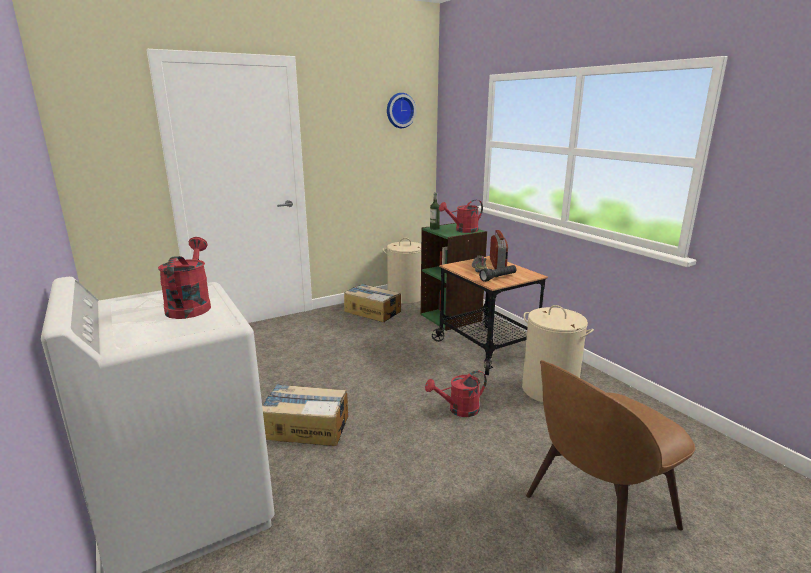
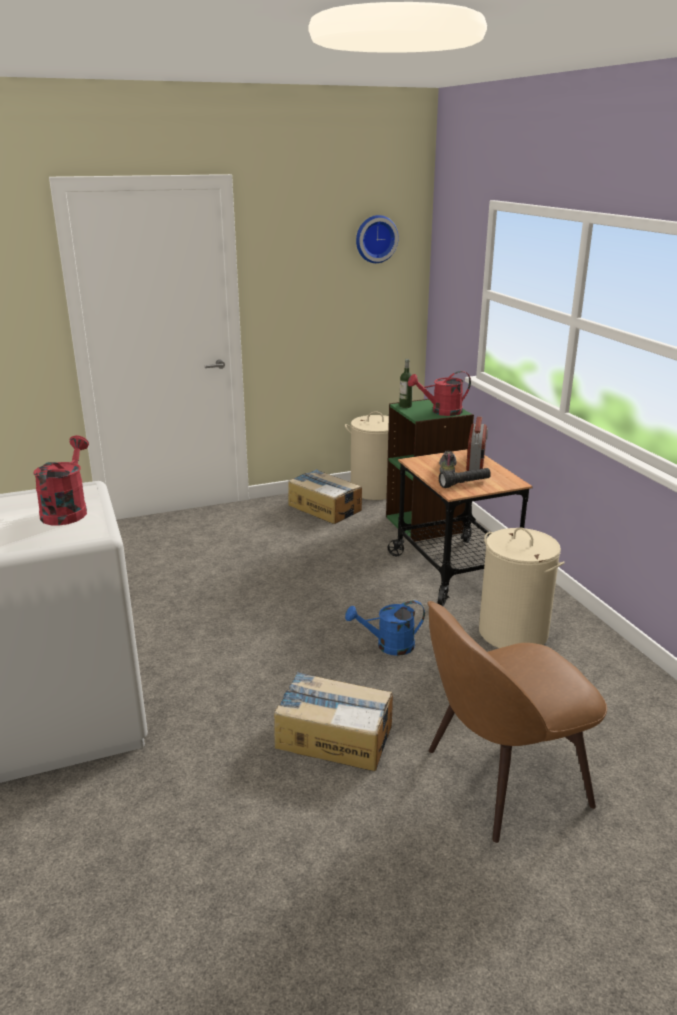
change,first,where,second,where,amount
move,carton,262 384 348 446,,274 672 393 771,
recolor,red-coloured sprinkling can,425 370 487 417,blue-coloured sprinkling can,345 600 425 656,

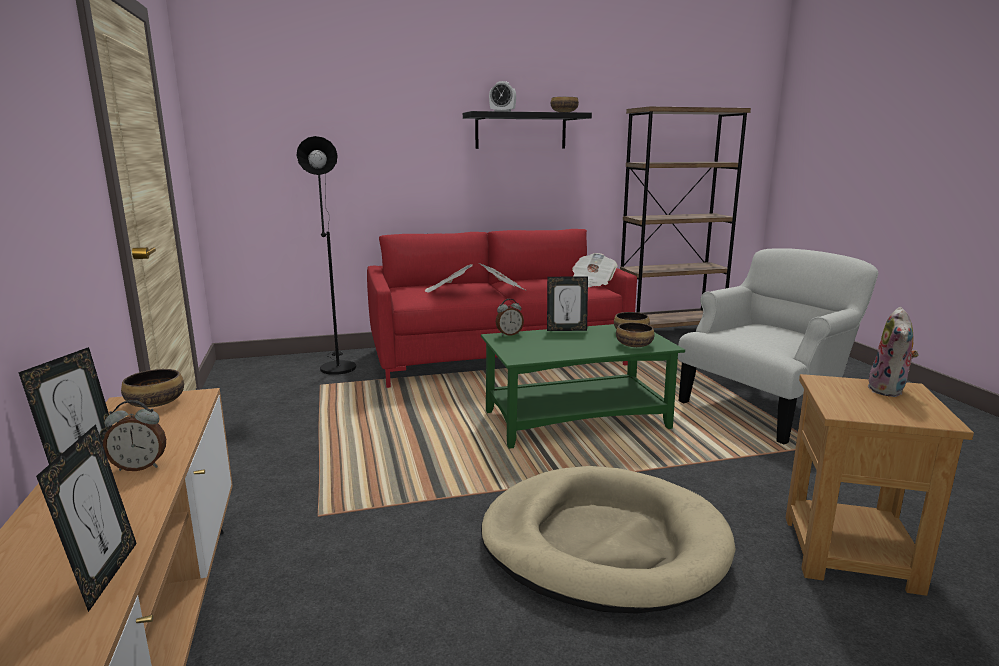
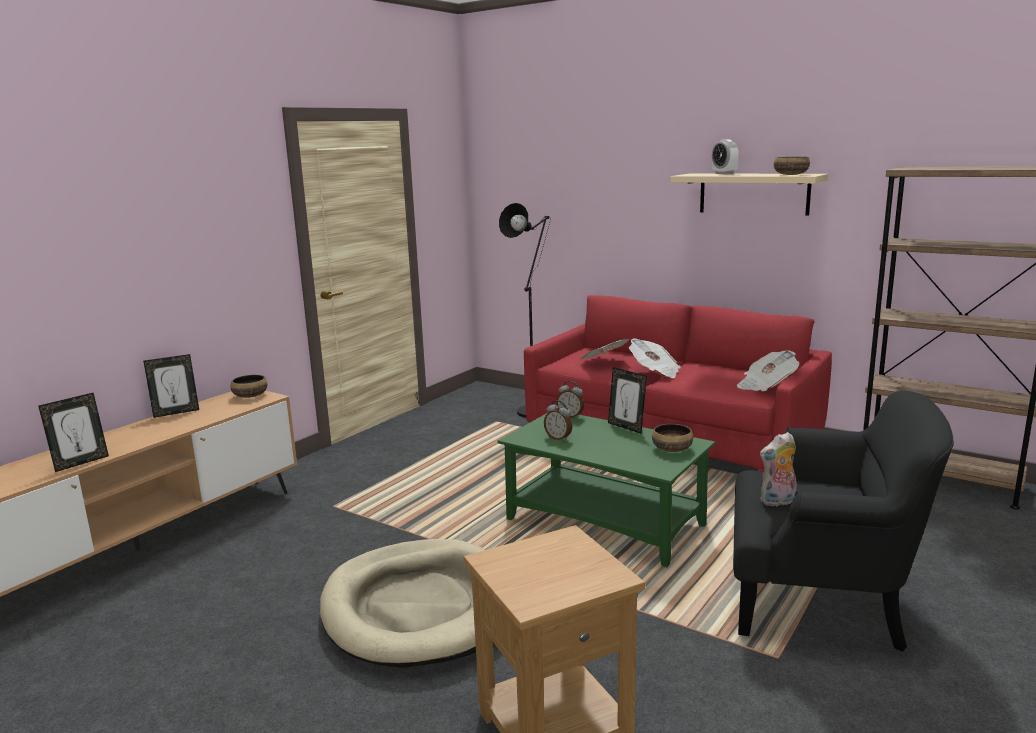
change,first,where,second,where,amount
move,alarm clock,103 400 166 471,,544 400 572 441,
recolor,blackish bracket shelf,463 111 592 149,beige-coloured bracket shelf,671 174 828 216,
recolor,white-coloured lounge chair,678 248 878 444,blackish lounge chair,733 390 954 652,
move,soft toy,868 307 919 397,,760 432 797 507,
delete,bowl,616 322 655 347,,,

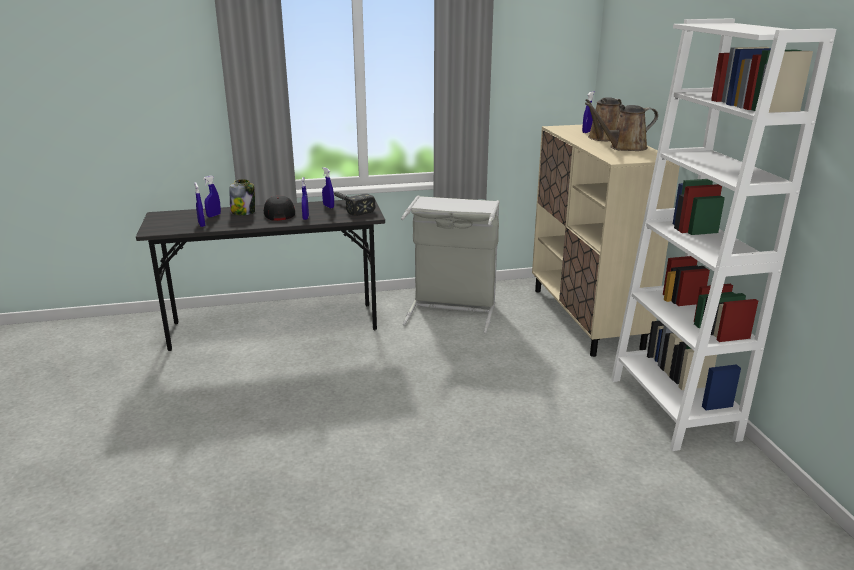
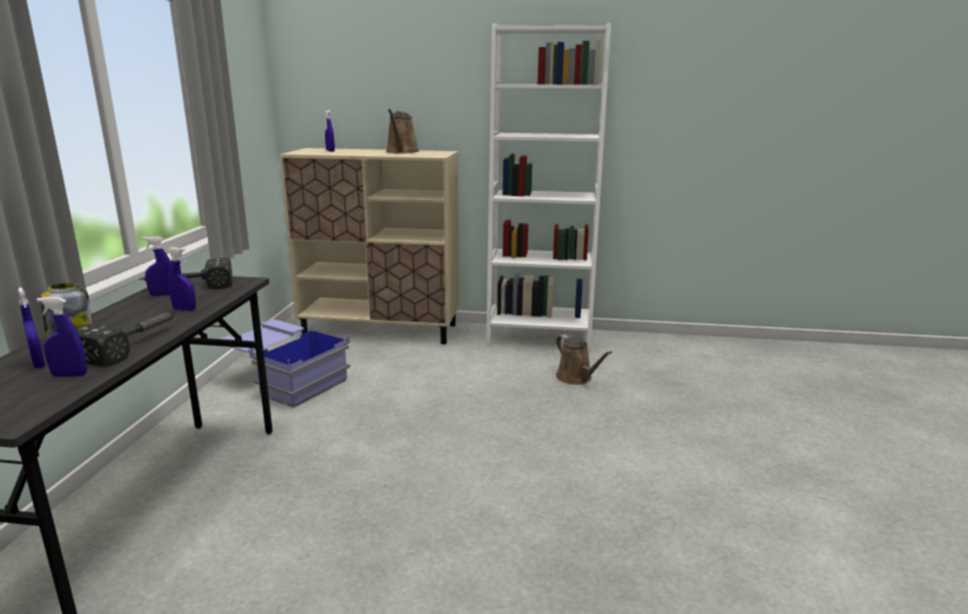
change,first,where,second,where,amount
insert,,,tool hammer,76 312 176 367,
replace,grey washing basket,401 195 500 333,blue-coloured storage box,220 319 350 408,
move,brown sprinkling can,585 97 622 141,,556 335 613 385,
delete,peaked cap,264 196 295 221,,,

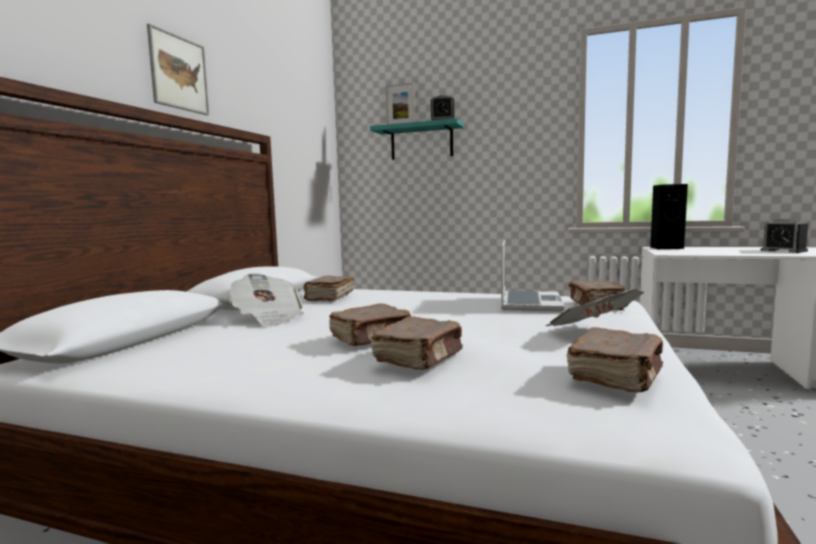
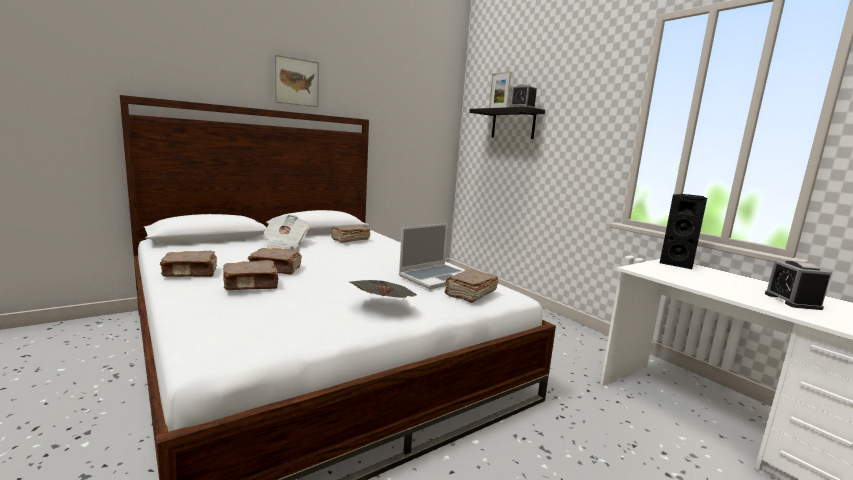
change,first,where,second,where,amount
move,brown book,567 327 663 392,,160 251 217 277,
recolor,blue-green bracket shelf,370 118 464 160,blackish bracket shelf,469 107 545 139,

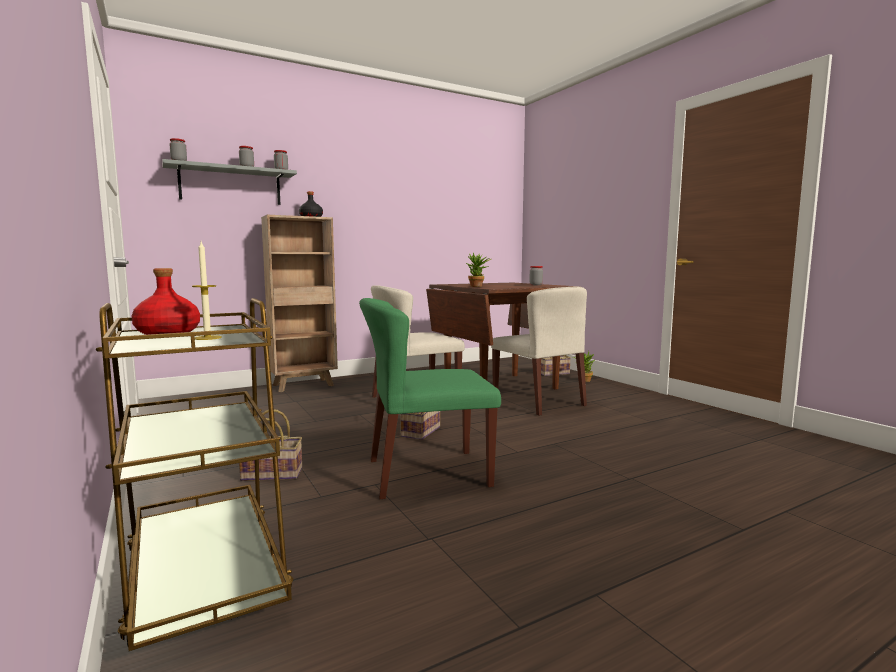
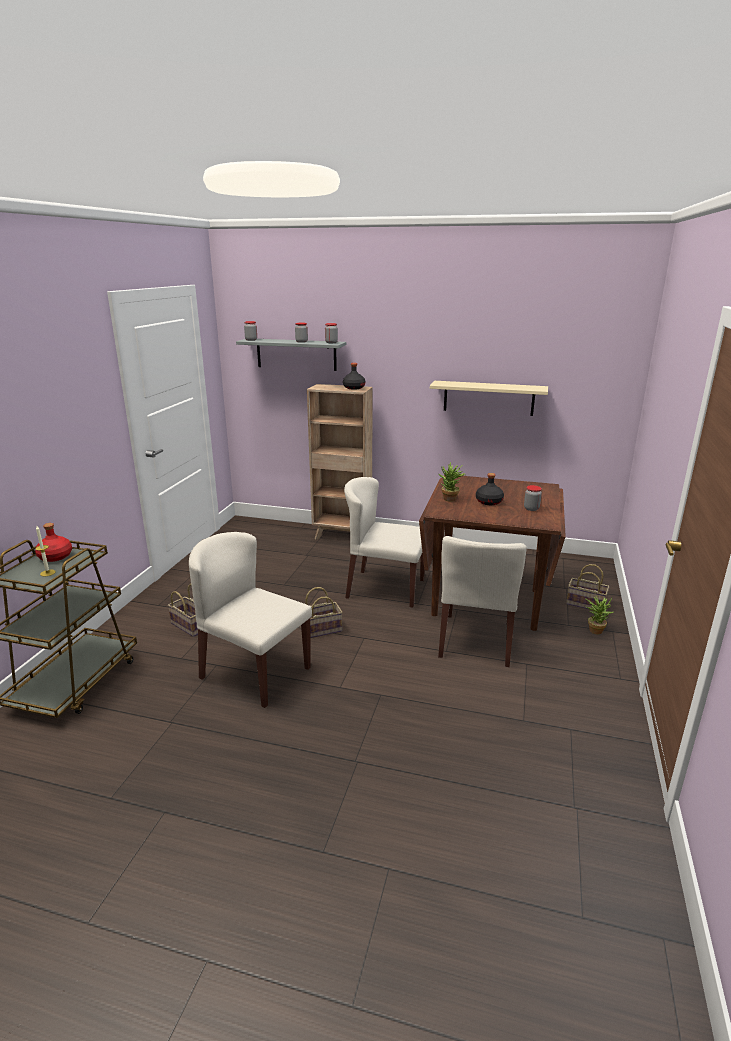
change,first,where,second,where,amount
recolor,greenish plain chair,359 298 501 499,beige-coloured plain chair,189 532 312 708,
insert,,,beige-coloured bracket shelf,430 381 548 416,
insert,,,blackish drink bottle,476 473 504 505,

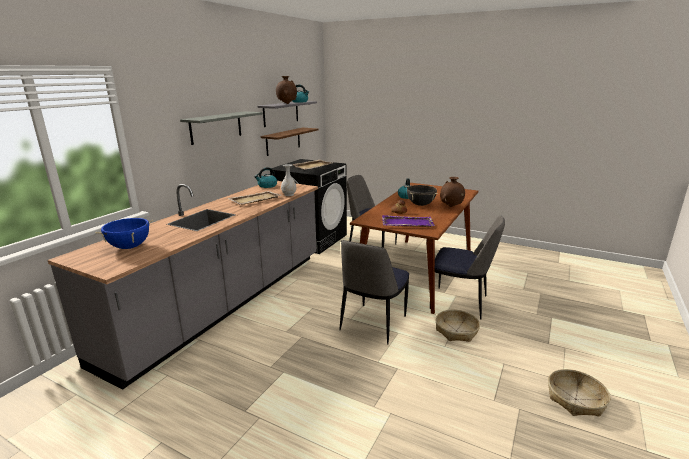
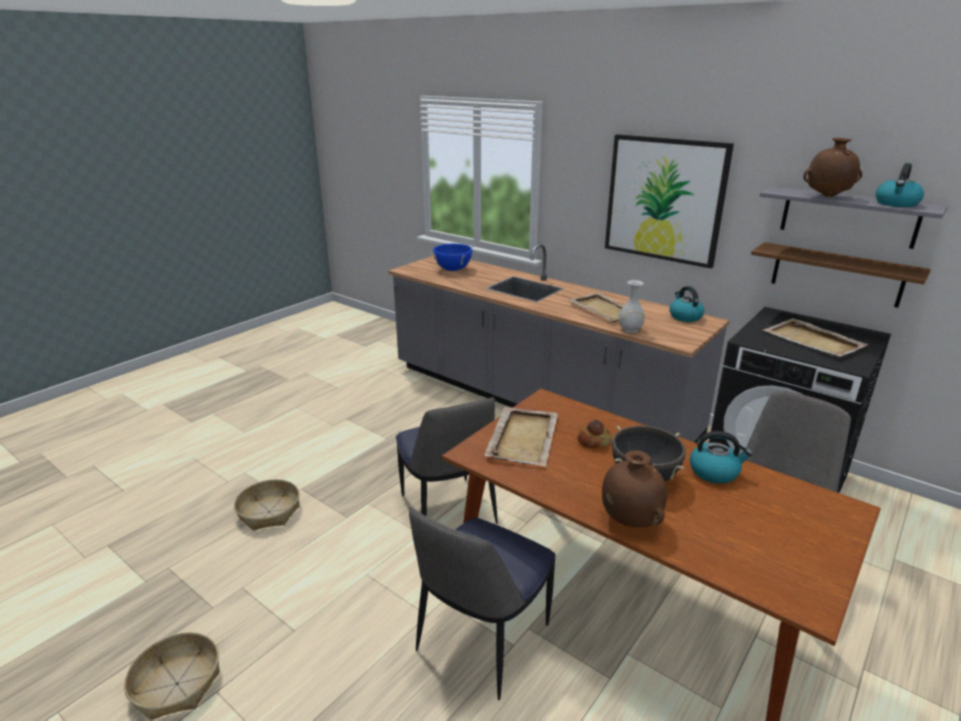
change,first,where,second,where,amount
move,household basket,435 309 480 342,,234 479 300 531,
rotate,plain chair,340 240 409 345,,396 397 498 524,150 degrees counterclockwise
recolor,purplish carrying tray,382 215 435 227,beige-coloured carrying tray,485 406 558 467,
replace,grey bracket shelf,180 111 263 145,wall art,605 134 734 268,

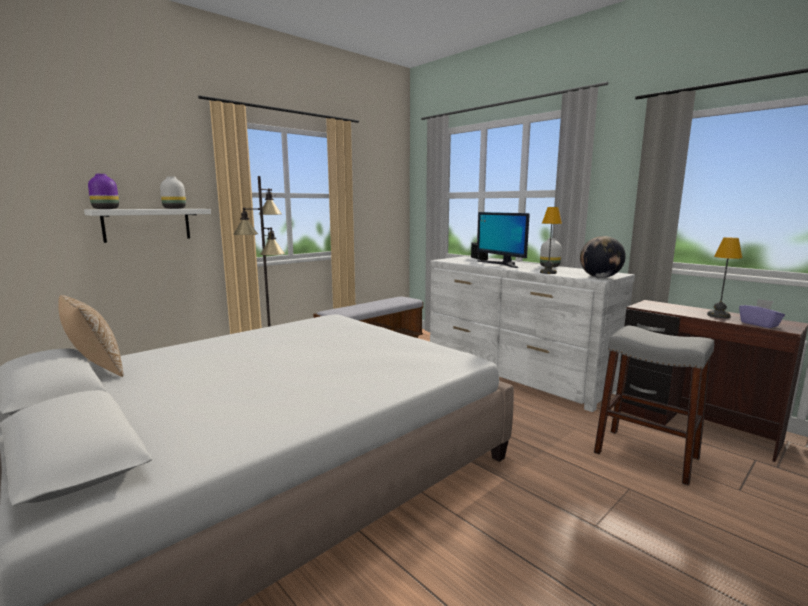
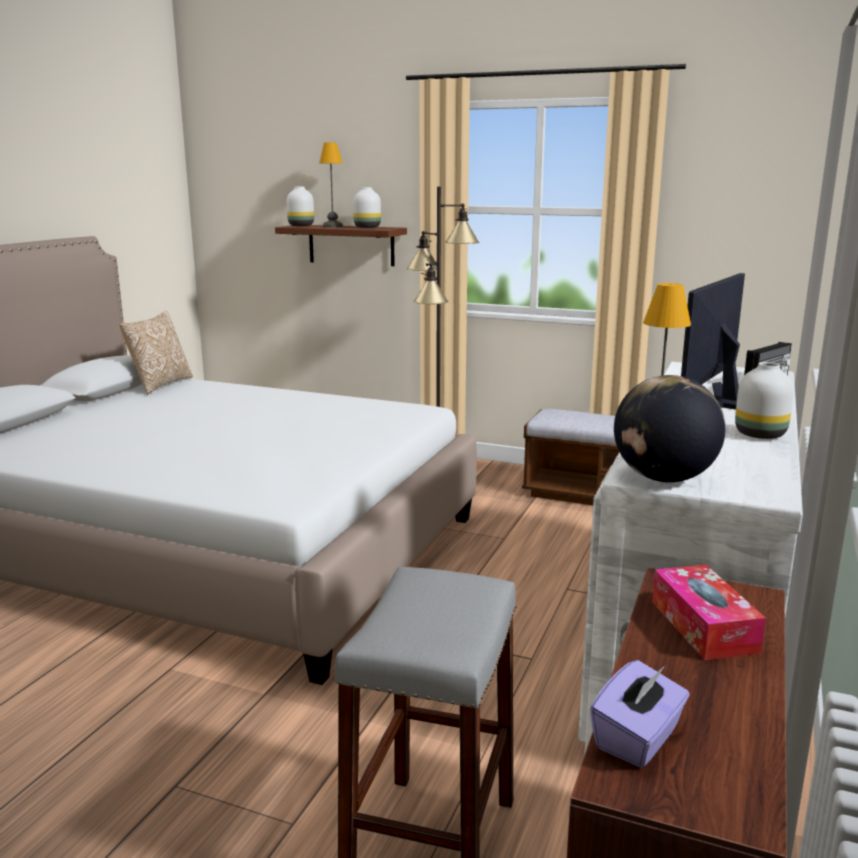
change,first,where,second,where,amount
recolor,white-coloured bracket shelf,84 209 211 243,brown bracket shelf,275 225 407 266,
recolor,purplish decorative vase,88 174 119 209,white-coloured decorative vase,287 187 314 226,
move,tabletop lamp,707 237 742 318,,319 142 343 227,
insert,,,tissue holder,652 565 766 660,

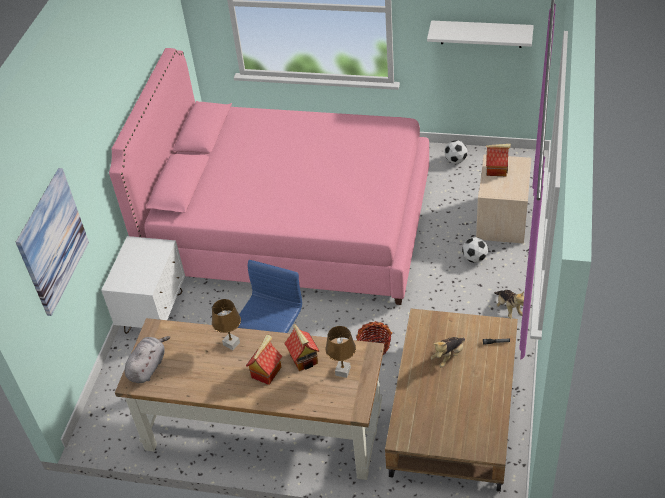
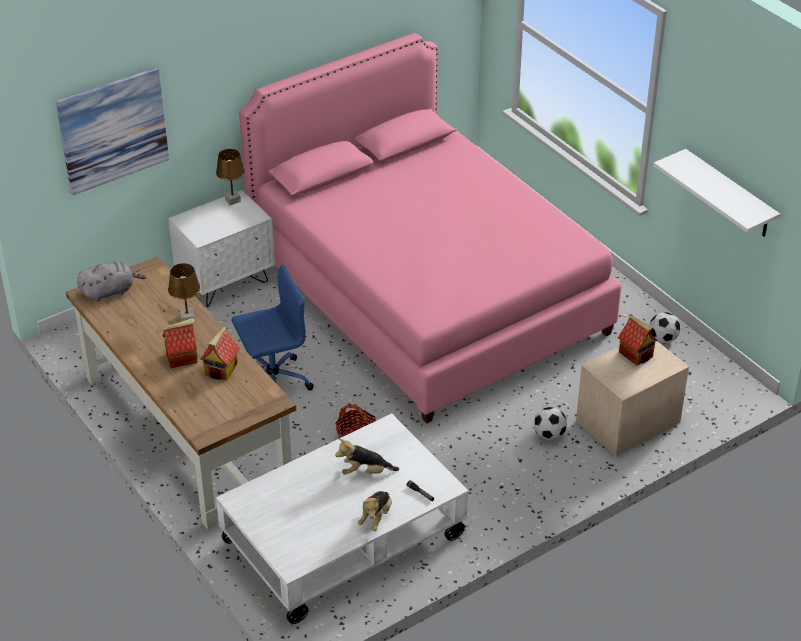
change,first,where,second,where,amount
move,brown tabletop lamp,325 326 356 378,,216 149 245 205,
recolor,brown low table,385 309 518 492,white-coloured low table,216 414 468 624,
move,soft toy,494 290 524 318,,358 491 392 531,

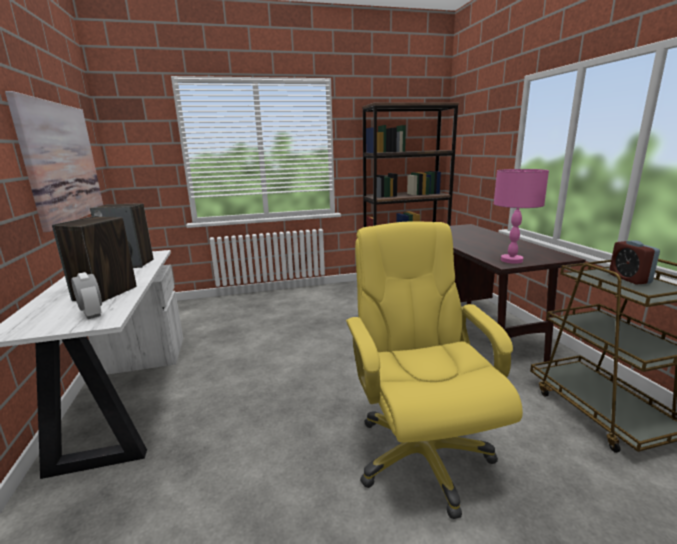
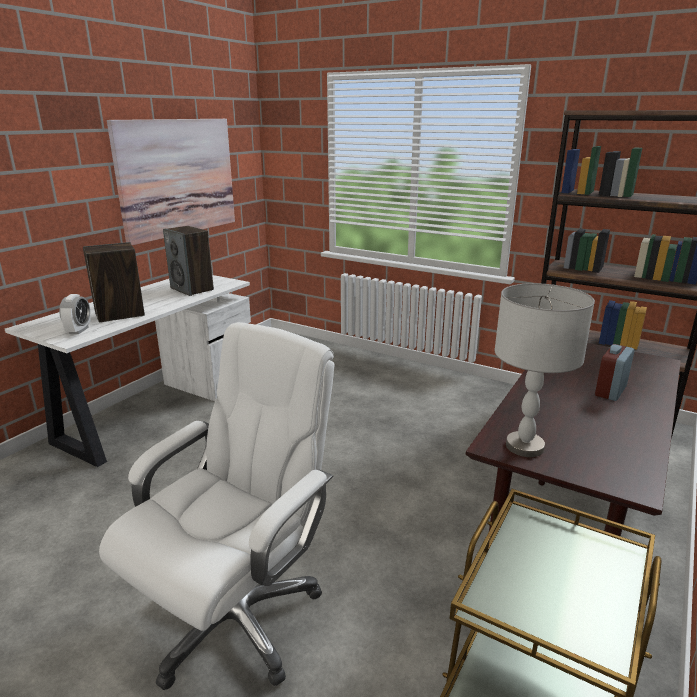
change,first,where,second,where,amount
recolor,yellow office chair,346 222 523 519,white-coloured office chair,99 322 334 690,
recolor,pink-coloured tabletop lamp,494 169 549 264,grey tabletop lamp,494 283 595 457,
move,alarm clock,609 240 660 285,,595 344 635 401,

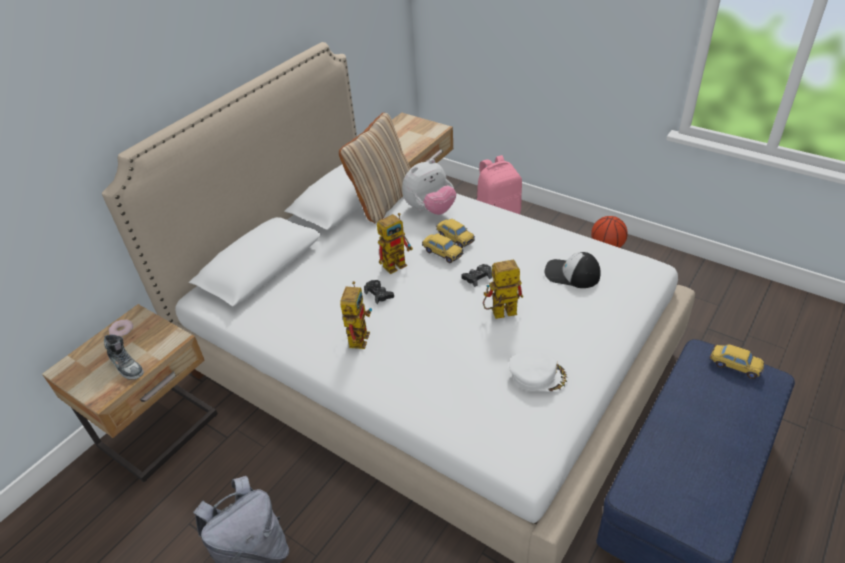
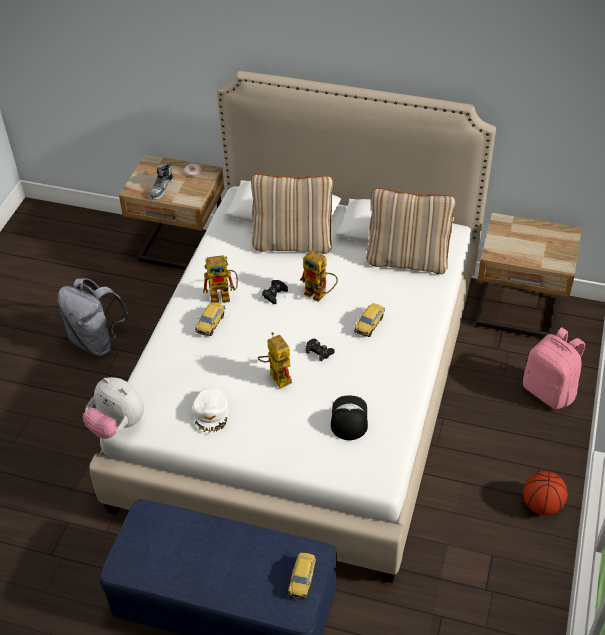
change,first,where,second,where,amount
move,soft toy,402 159 456 215,,83 377 144 439,
move,model car,422 233 464 263,,195 302 226 336,
insert,,,beige-coloured throw pillow,251 174 333 254,

